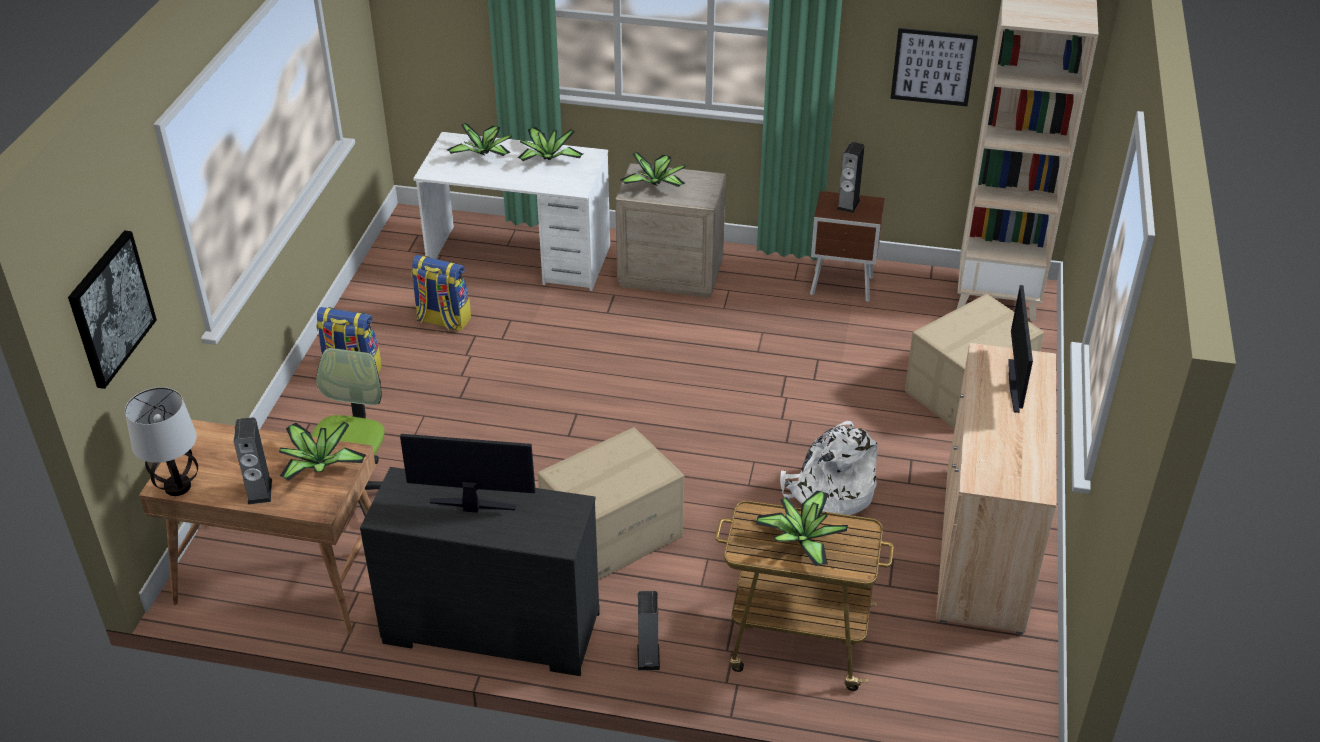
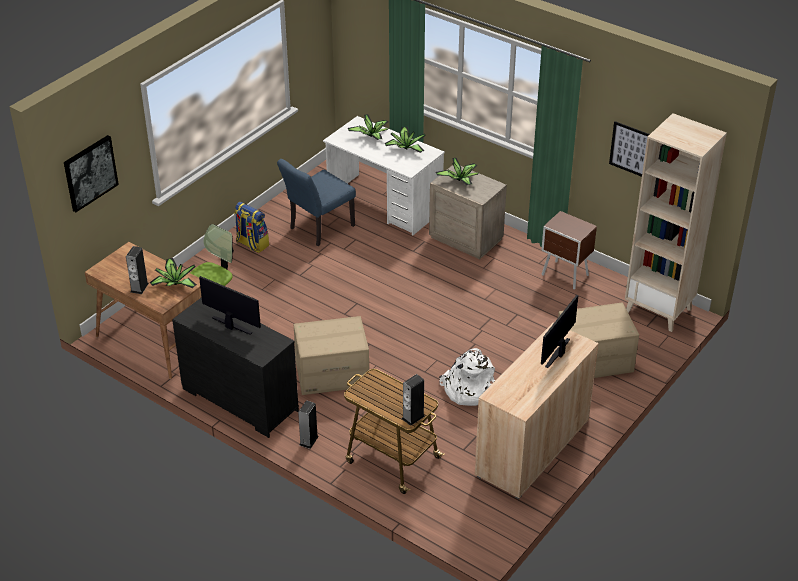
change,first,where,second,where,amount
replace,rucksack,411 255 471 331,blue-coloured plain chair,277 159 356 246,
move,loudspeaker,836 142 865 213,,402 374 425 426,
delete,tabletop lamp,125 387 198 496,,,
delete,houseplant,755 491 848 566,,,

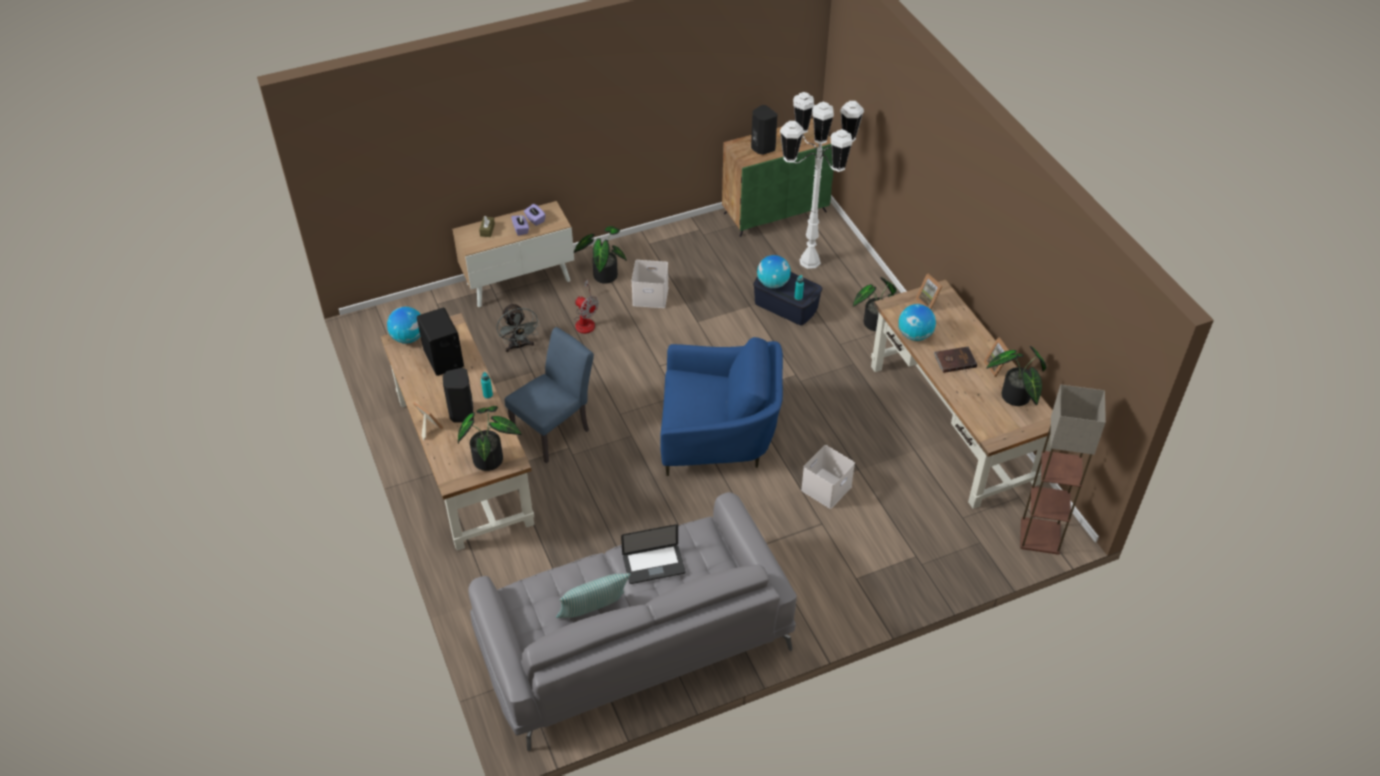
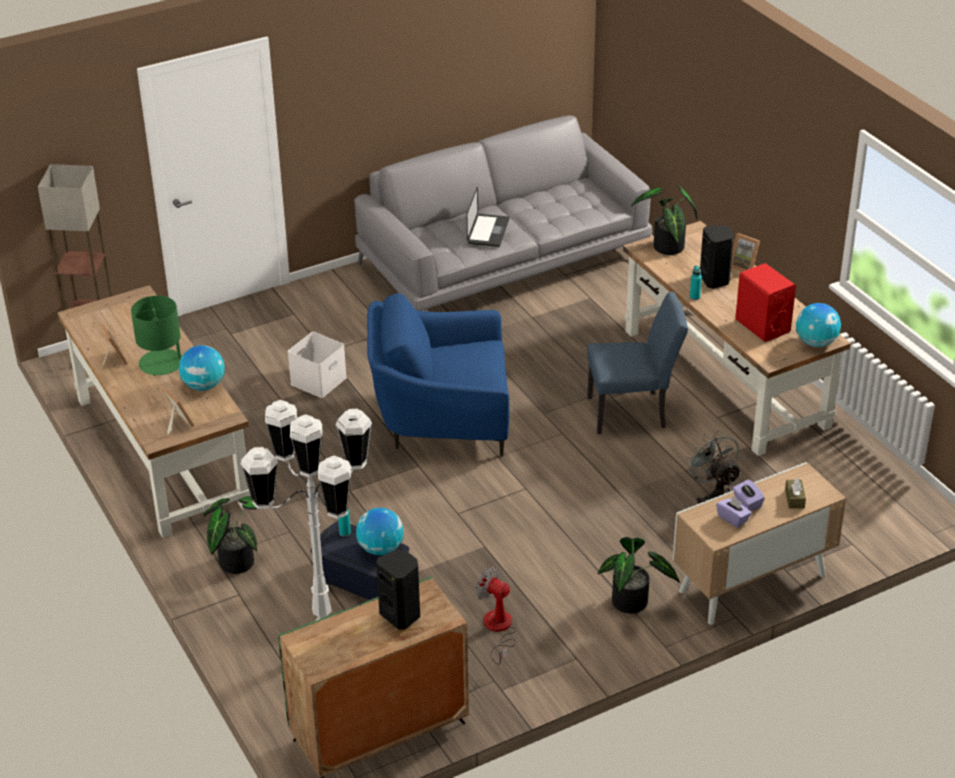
change,first,where,second,where,amount
replace,brown book,934 347 977 373,greenish tabletop lamp,131 295 182 376,
rotate,portable computer,621 524 685 584,,467 186 509 247,120 degrees clockwise
move,cooling fan,574 280 599 334,,476 567 516 665,
rotate,blue-coloured plain chair,505 327 594 464,,587 292 688 434,135 degrees counterclockwise
recolor,blackish loudspeaker,417 308 464 376,red-coloured loudspeaker,735 263 796 342,
delete,throw pillow,556 573 631 618,,,
delete,white-coloured storage box,631 260 669 308,,,
delete,houseplant,986 346 1047 406,,,

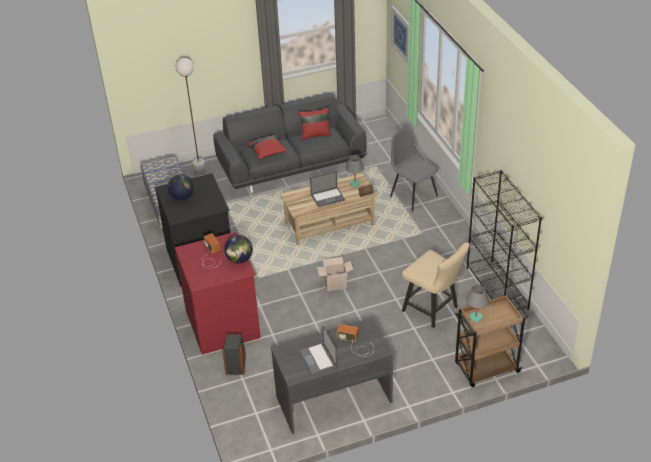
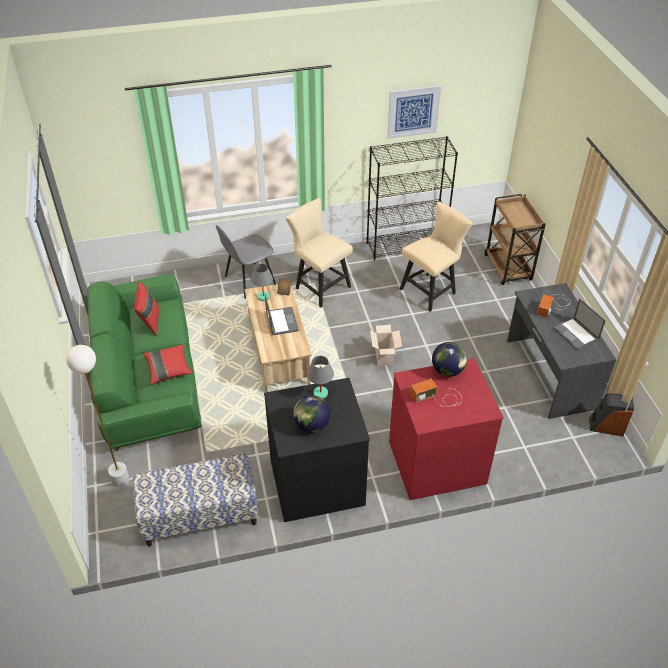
change,first,where,second,where,amount
recolor,grey settee,213 93 367 193,greenish settee,87 274 201 451,
insert,,,beige-coloured plain chair,286 198 353 308,
move,grey tabletop lamp,466 285 489 322,,307 356 334 399,
move,wall art,391 6 409 64,,387 85 441 139,
rotate,portable computer,299 325 337 375,,553 299 605 350,75 degrees clockwise
move,loudspeaker,222 334 246 375,,589 393 634 436,

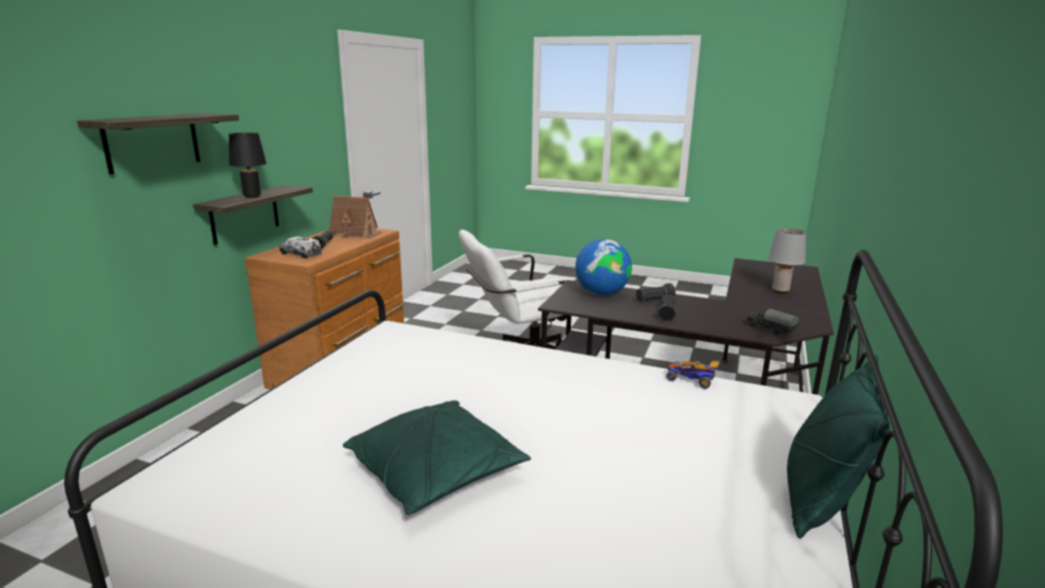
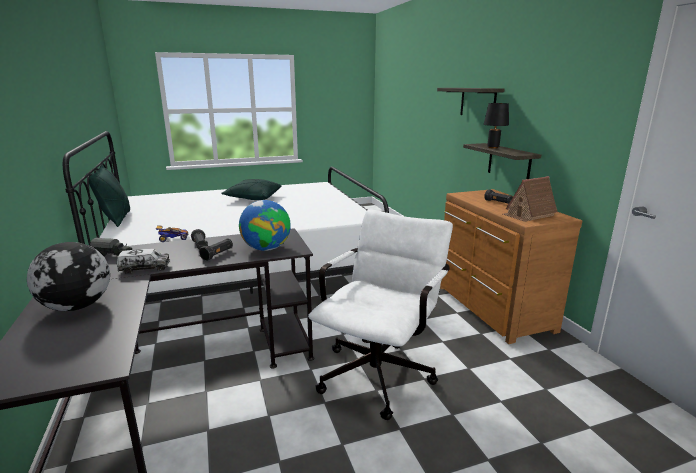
change,first,where,second,where,amount
replace,grey tabletop lamp,768 228 806 293,desk globe,27 242 110 311,
move,model truck,279 236 322 259,,117 249 170 273,

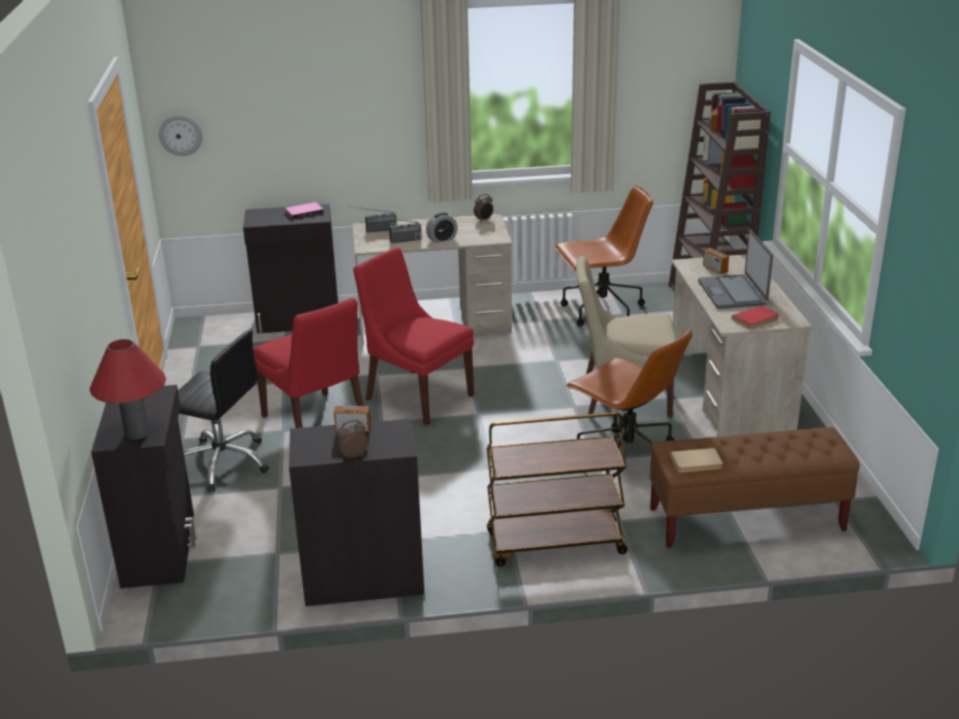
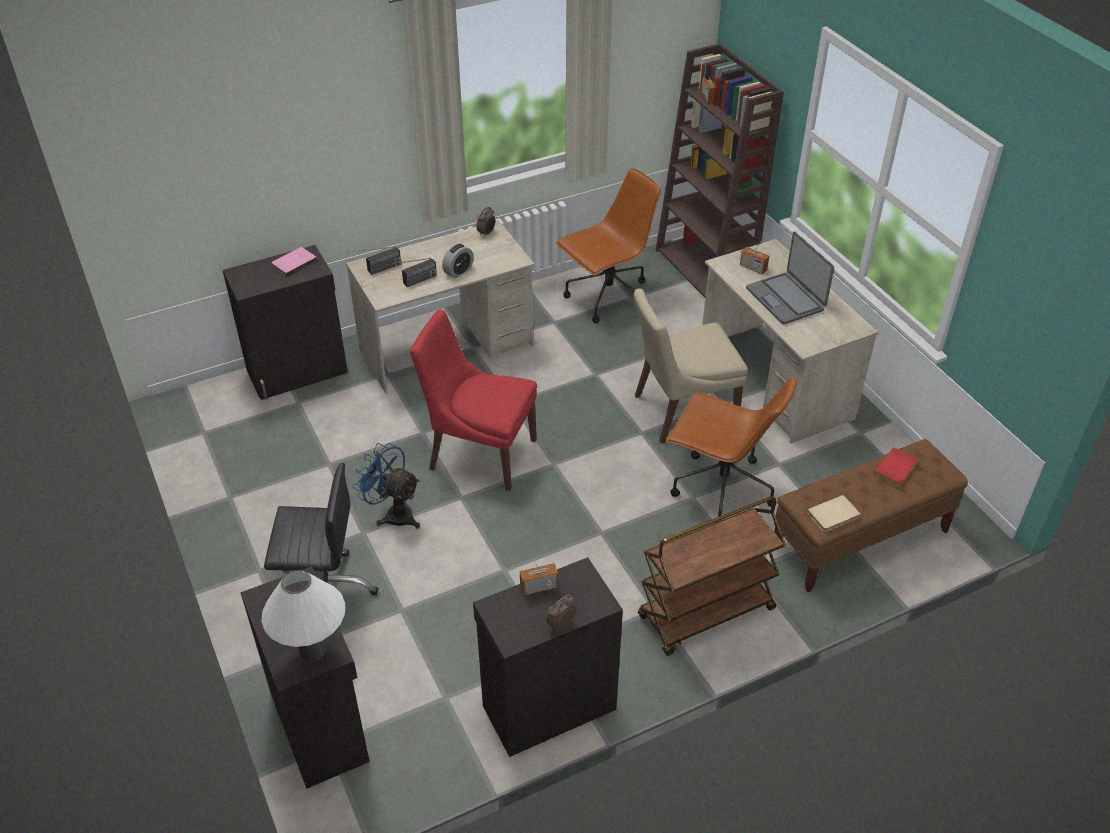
change,first,where,second,where,amount
recolor,red-coloured tabletop lamp,90 339 166 440,white-coloured tabletop lamp,261 570 345 662,
replace,red-coloured plain chair,253 298 364 428,blue-coloured cooling fan,353 443 420 529,
move,red-coloured book,732 305 779 329,,873 447 918 487,
delete,clock on the wall,159 115 202 156,,,

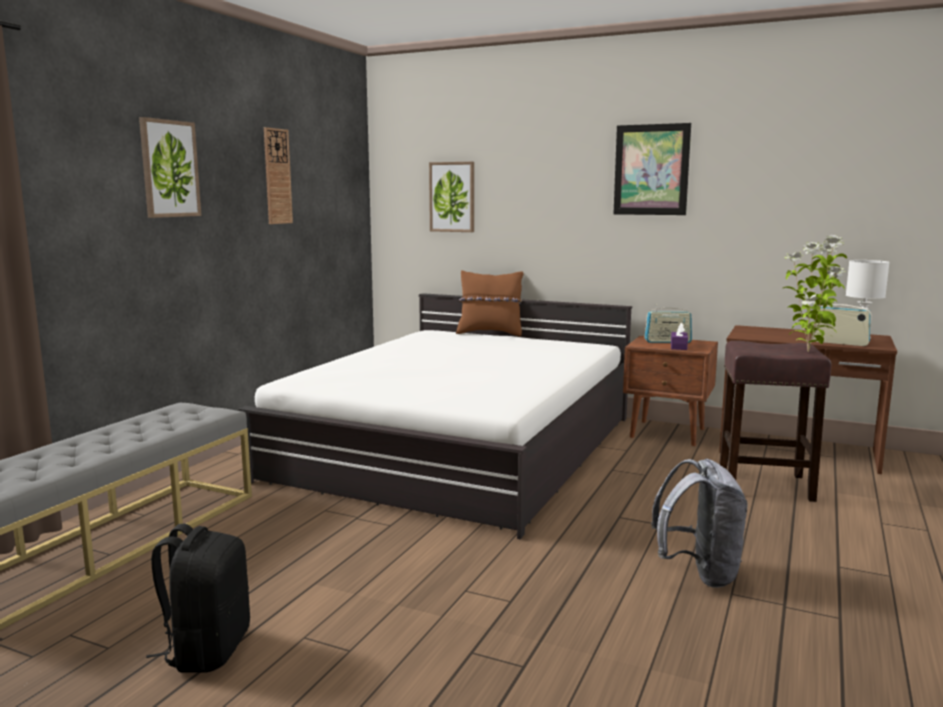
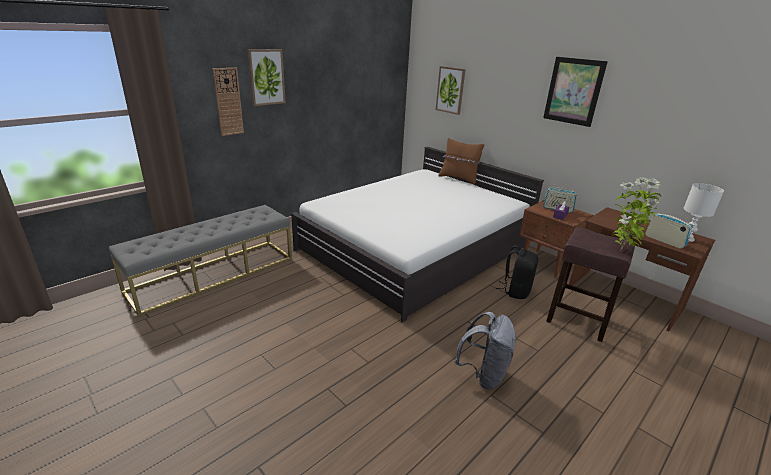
change,first,where,second,where,amount
move,clock on the wall,264 127 293 224,,212 68 244 136,
move,blackish rucksack,146 524 250 673,,496 245 538 299,

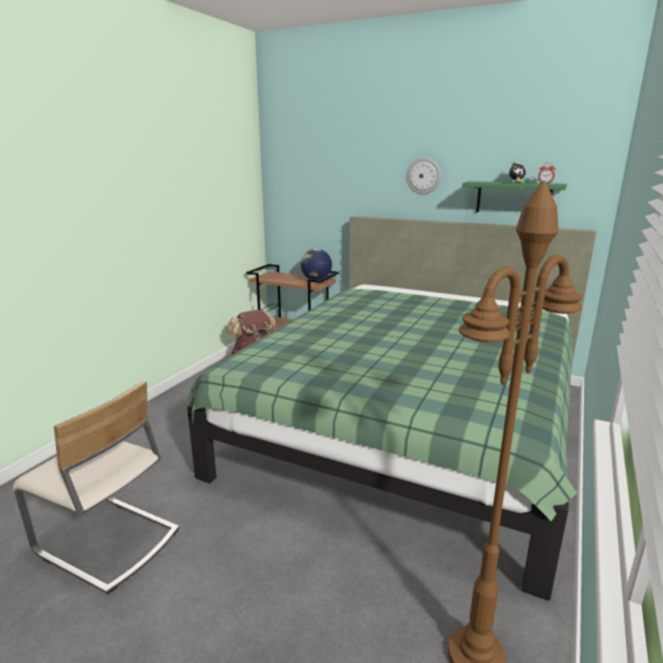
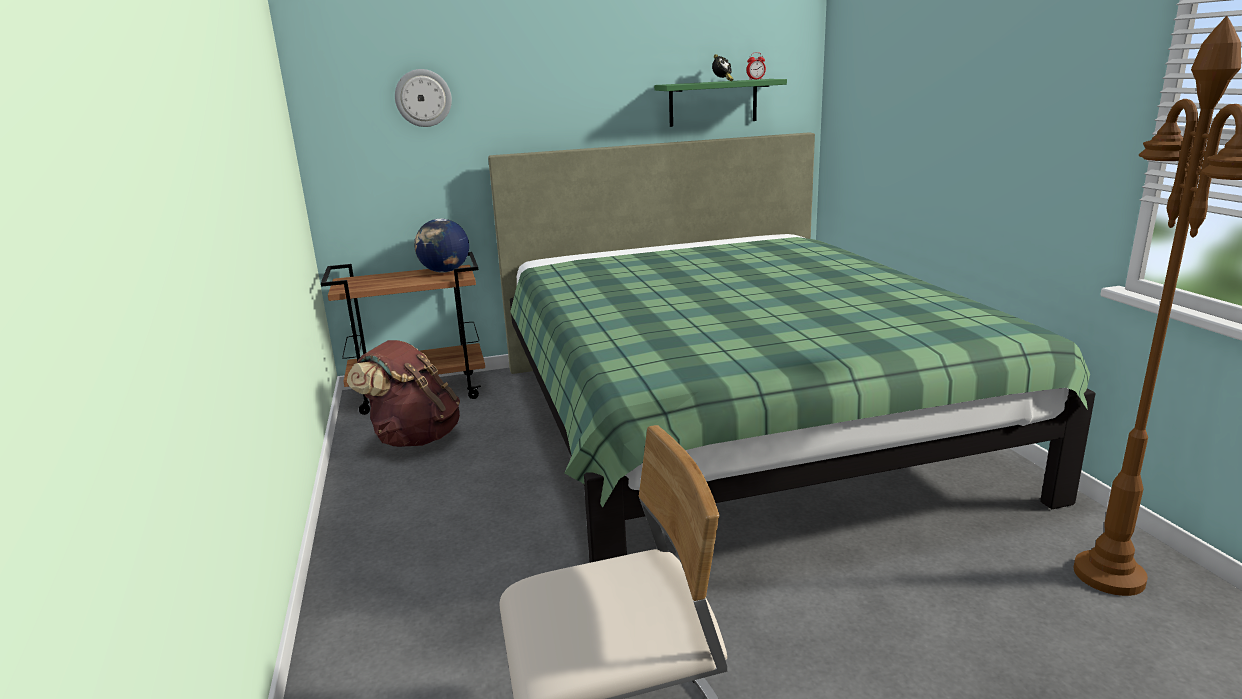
change,first,where,second,where,amount
move,clock on the wall,406 157 441 195,,395 69 452 127,

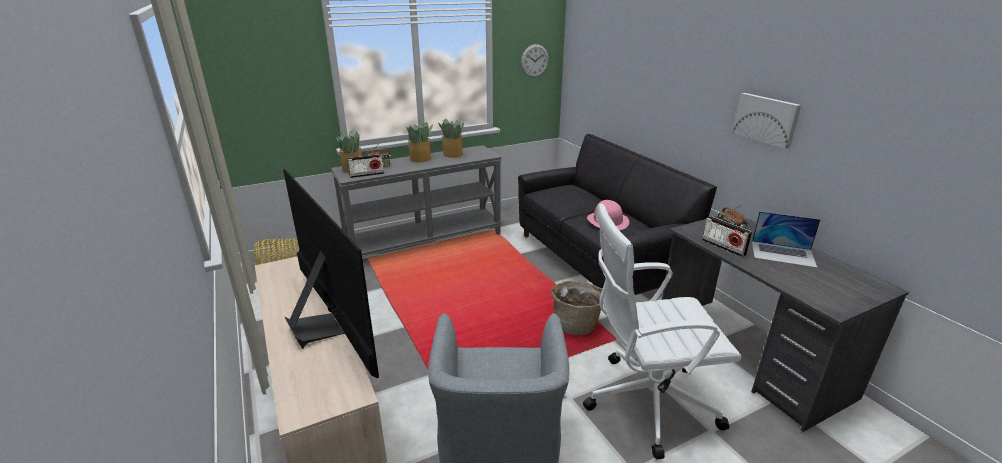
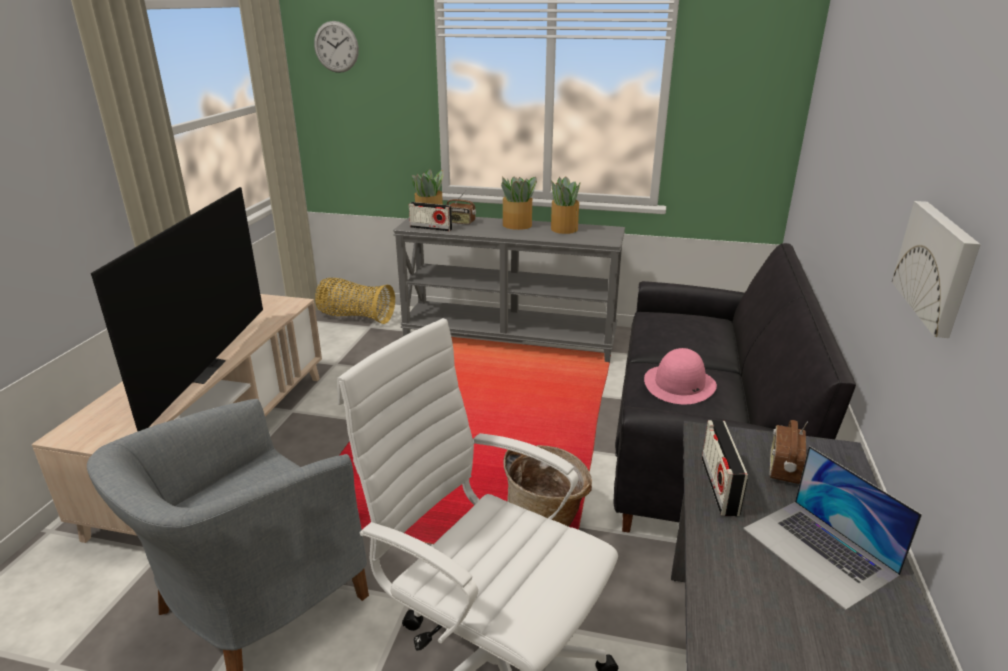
change,first,where,second,where,amount
move,clock on the wall,521 44 549 78,,314 21 359 73,

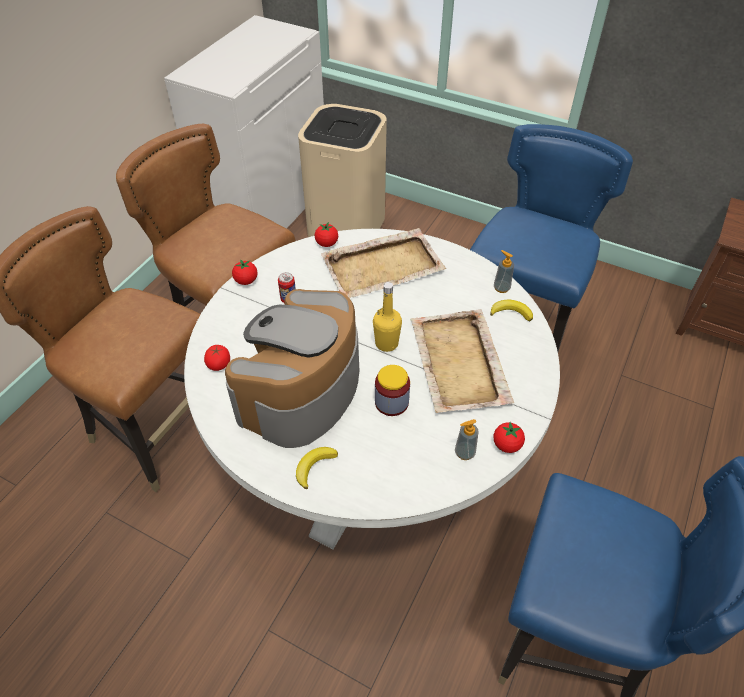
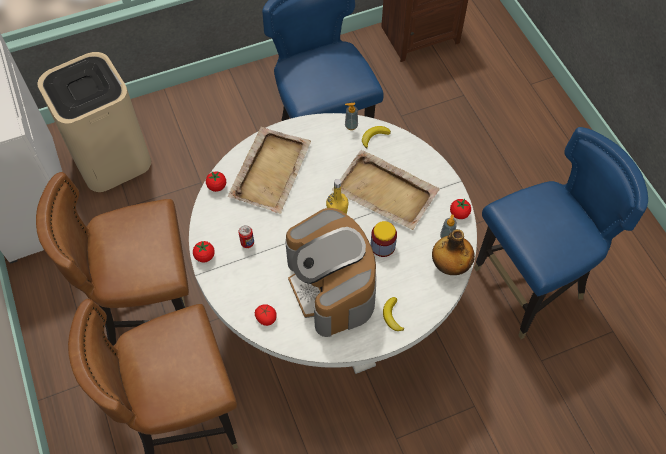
change,first,where,second,where,amount
insert,,,drink bottle,432 229 475 275,

